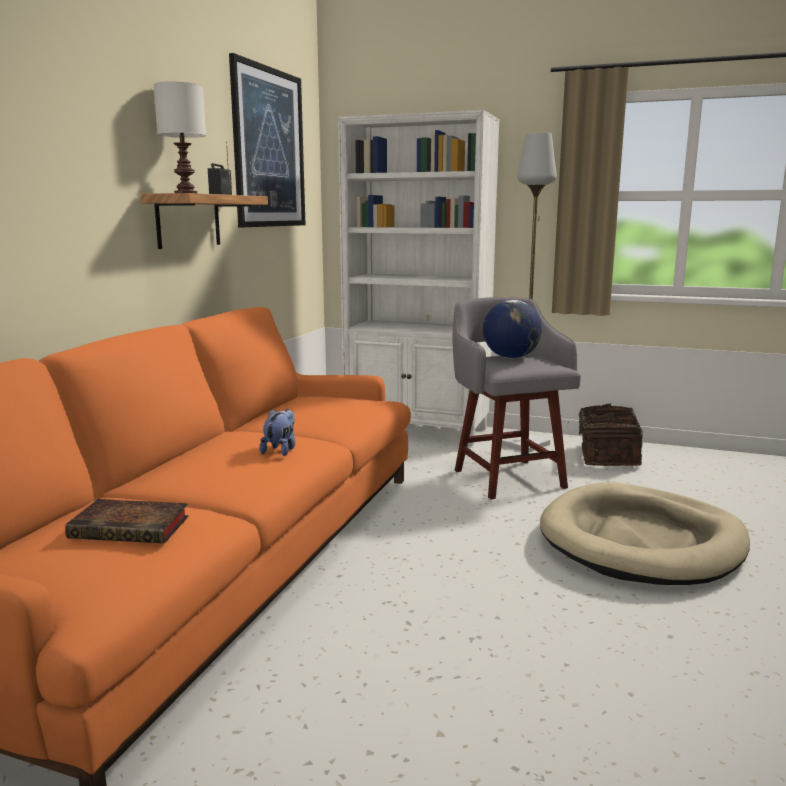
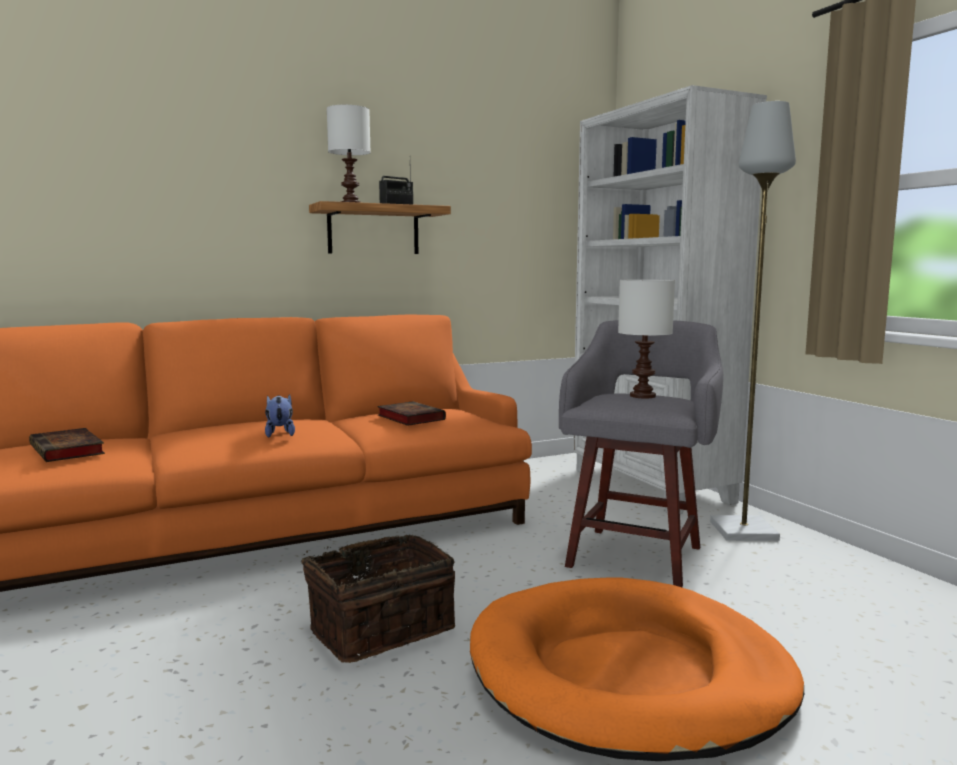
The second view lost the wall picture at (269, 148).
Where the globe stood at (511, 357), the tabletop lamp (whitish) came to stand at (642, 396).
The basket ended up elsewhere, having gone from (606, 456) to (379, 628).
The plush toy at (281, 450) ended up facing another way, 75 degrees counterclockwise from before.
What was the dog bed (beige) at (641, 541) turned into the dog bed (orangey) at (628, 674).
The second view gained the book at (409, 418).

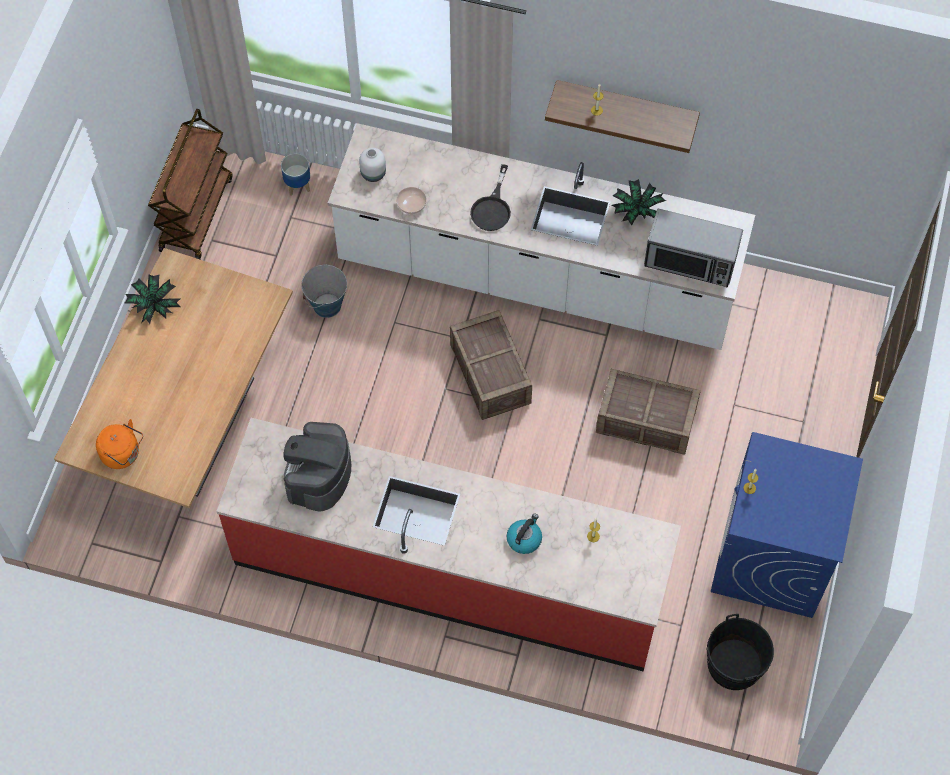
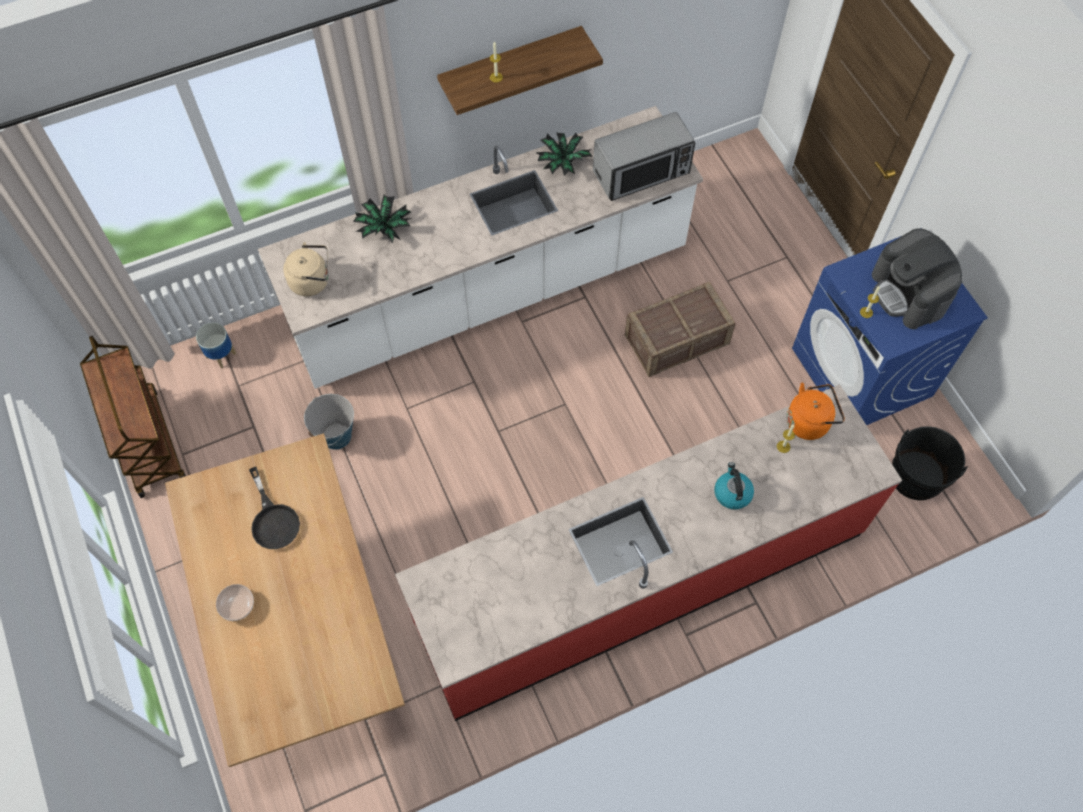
Where the vase (whitish) stood at (373, 174), the tea kettle (beige) came to stand at (312, 281).
The skillet (blackish) ended up elsewhere, having gone from (492, 208) to (273, 519).
The deep dish ended up elsewhere, having gone from (412, 204) to (237, 605).
The plant in a pot ended up elsewhere, having gone from (154, 305) to (384, 228).
The second view lost the crate at (491, 375).
The tea kettle (orangey) ended up elsewhere, having gone from (123, 454) to (810, 421).
The coffee brewer ended up elsewhere, having gone from (318, 475) to (909, 293).

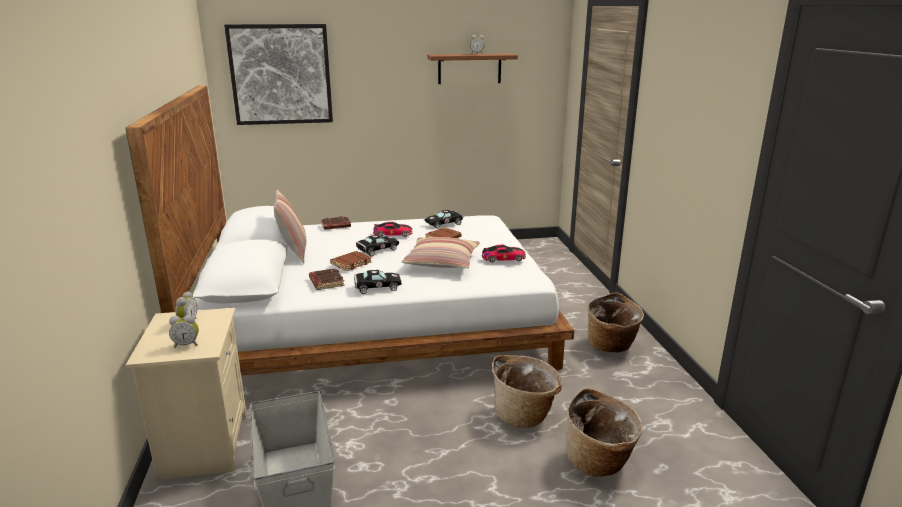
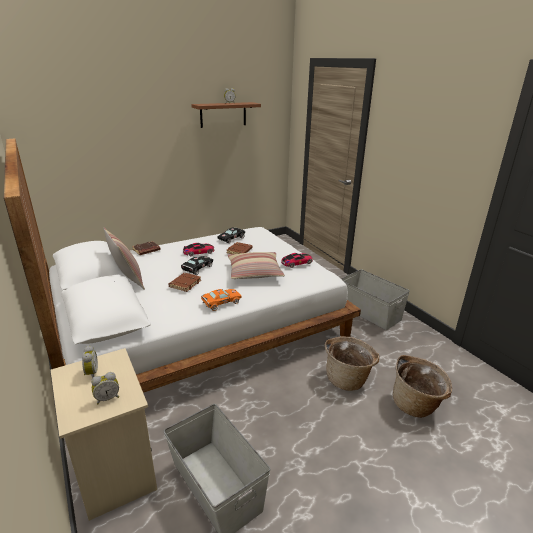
The second view lost the wall picture at (281, 74).
The second view lost the book (brownish) at (326, 282).
What was the toy car (blackish) at (375, 287) turned into the toy car (orangey) at (220, 303).
Where the basket stood at (611, 346), the storage bin (gray) came to stand at (369, 312).

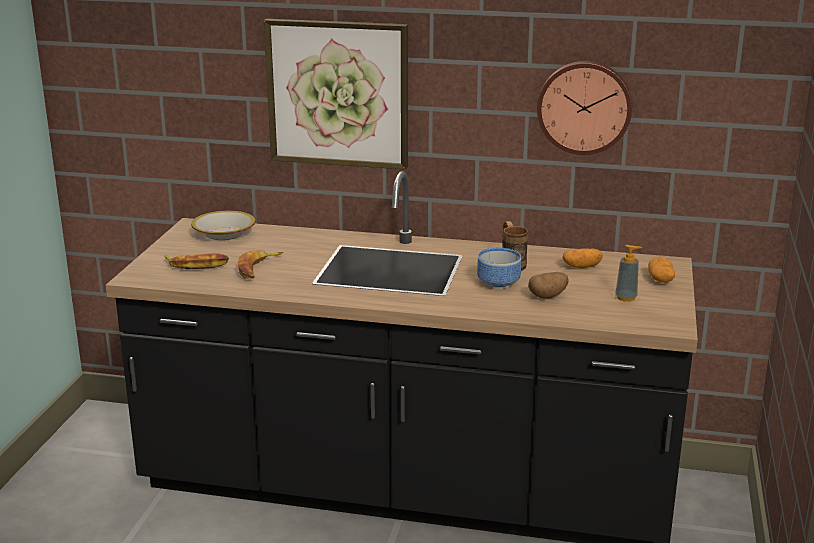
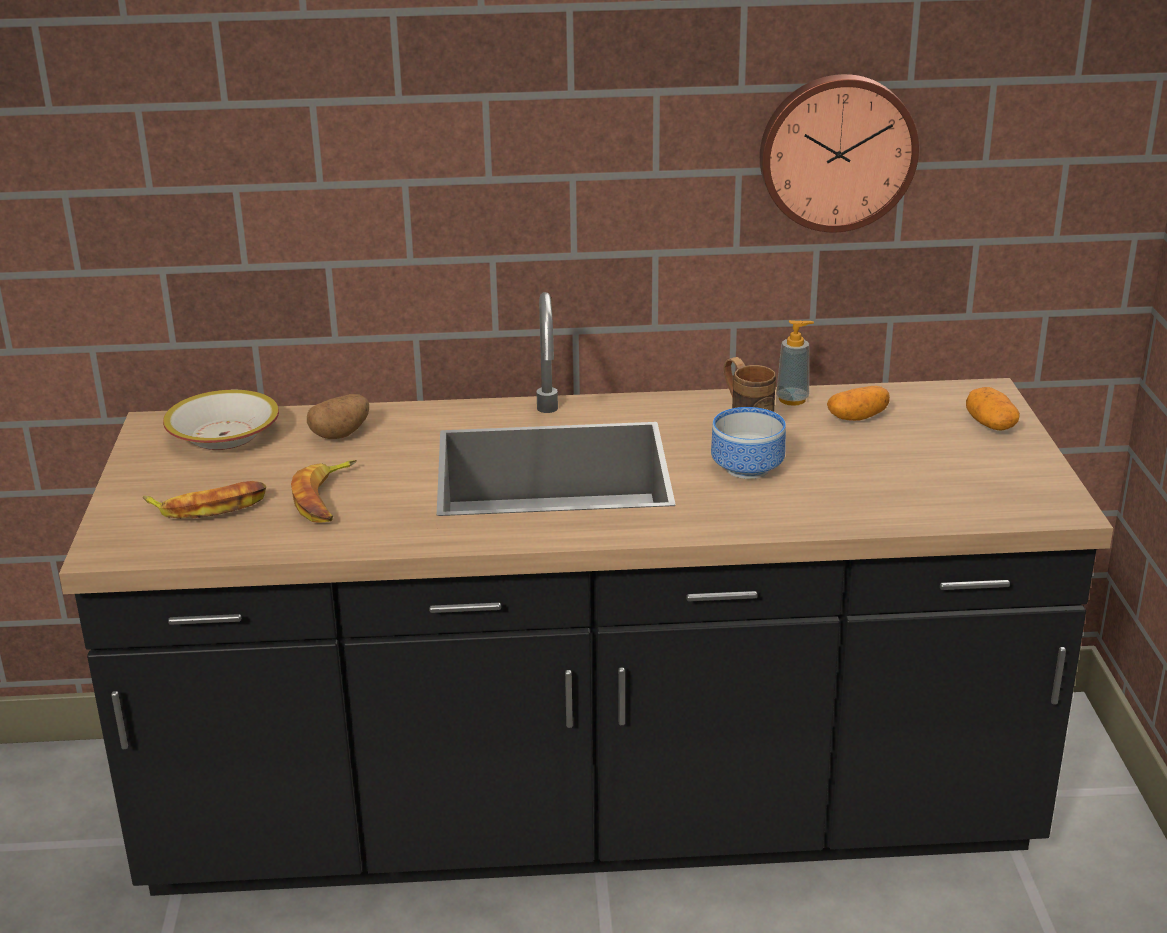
The second view lost the wall picture at (338, 93).
The soap dispenser ended up elsewhere, having gone from (626, 298) to (792, 399).
The potato ended up elsewhere, having gone from (548, 296) to (340, 434).

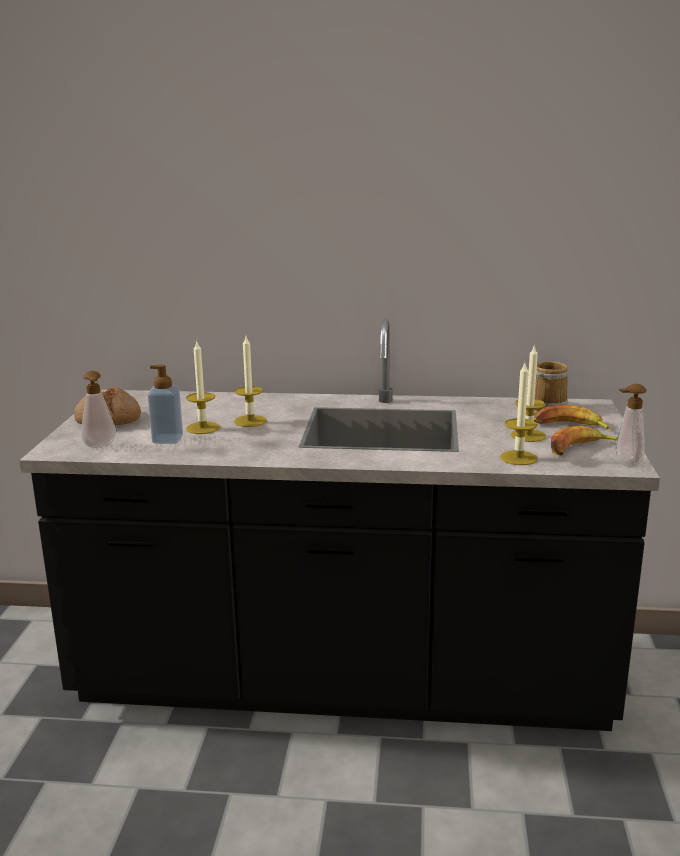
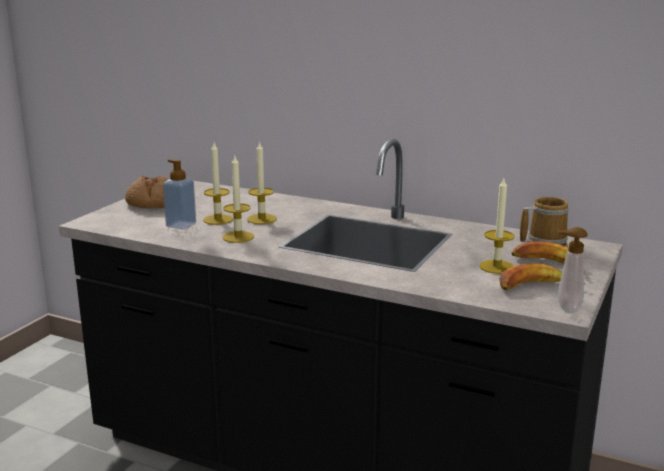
The wax candle ended up elsewhere, having gone from (518, 458) to (238, 237).
The second view lost the soap dispenser at (100, 446).

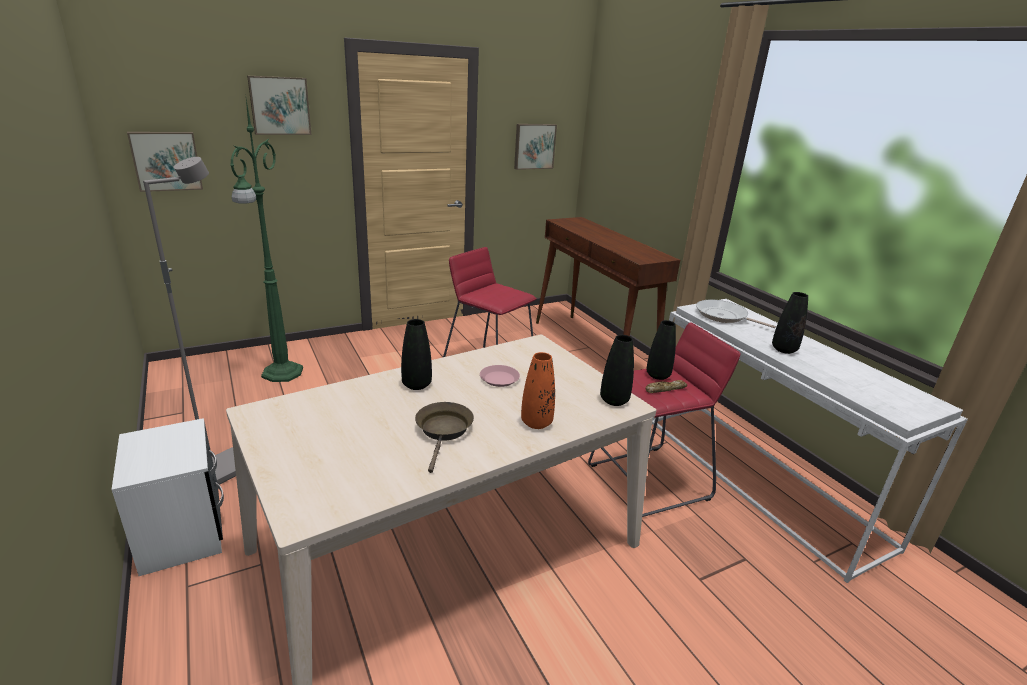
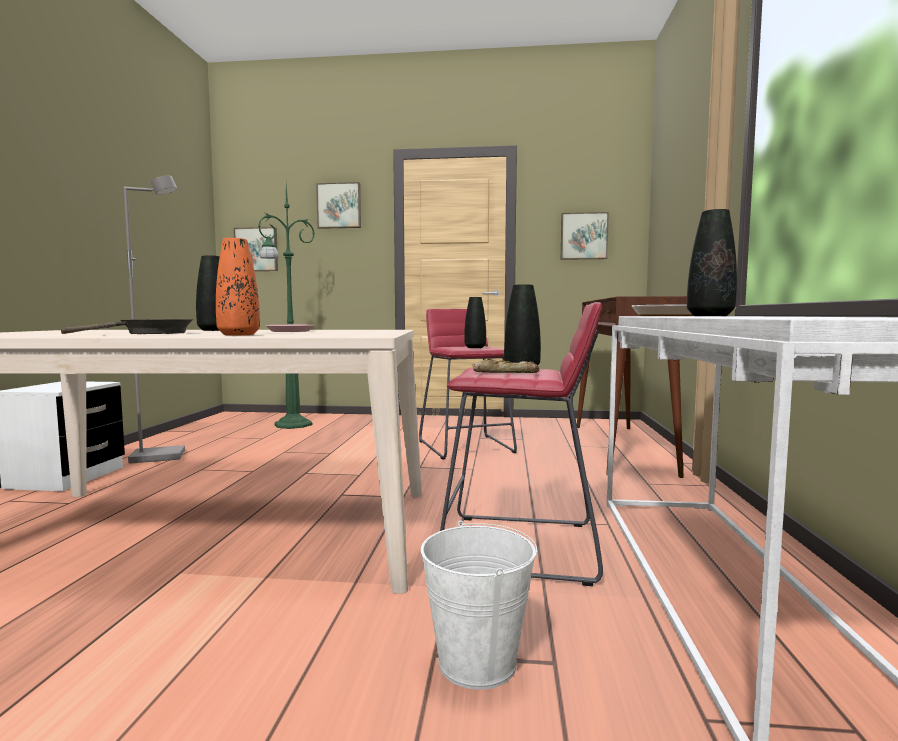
The vase (blackish) ended up elsewhere, having gone from (614, 400) to (475, 347).
The second view gained the pail (whitish) at (476, 663).

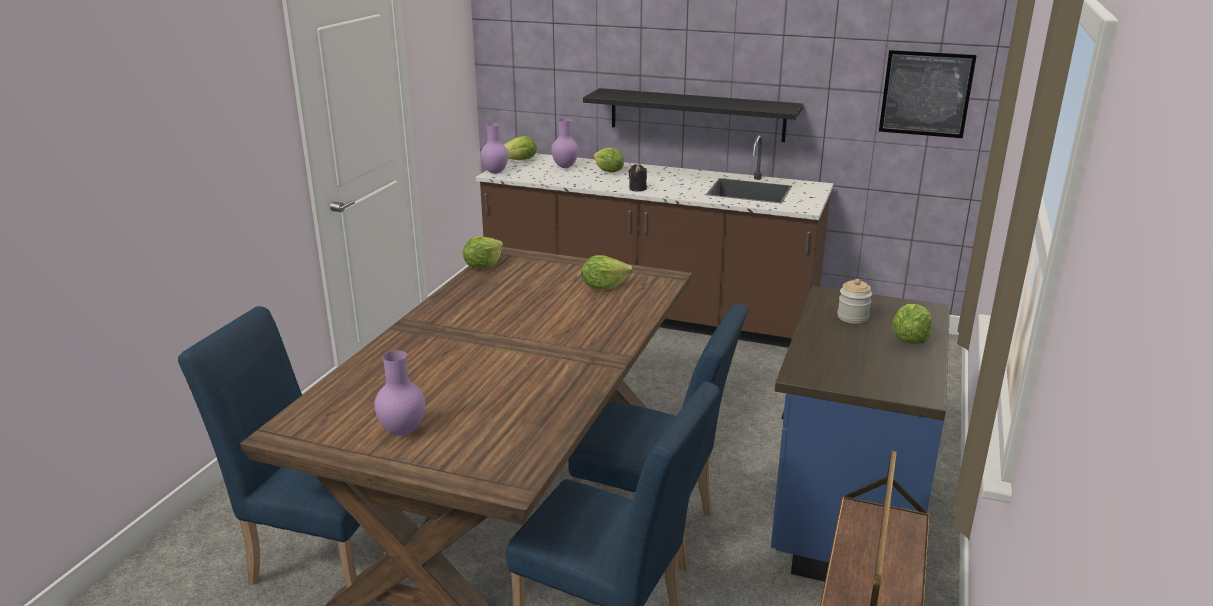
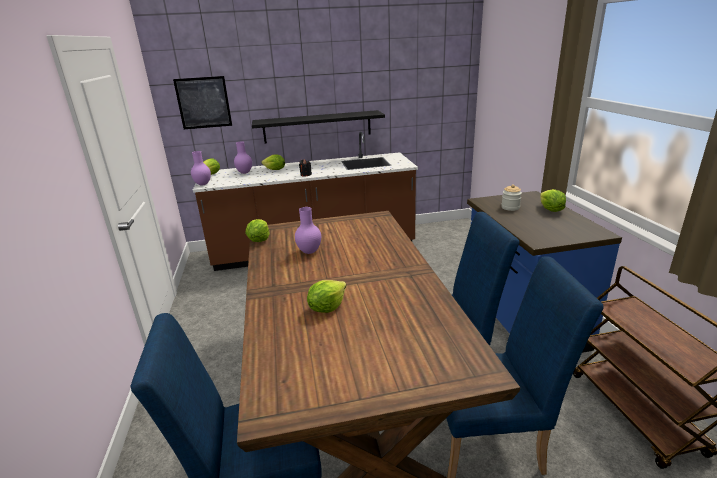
The wall picture ended up elsewhere, having gone from (926, 94) to (203, 103).
The lettuce head ended up elsewhere, having gone from (604, 287) to (327, 307).
The vase (purple-coloured) ended up elsewhere, having gone from (404, 431) to (310, 251).

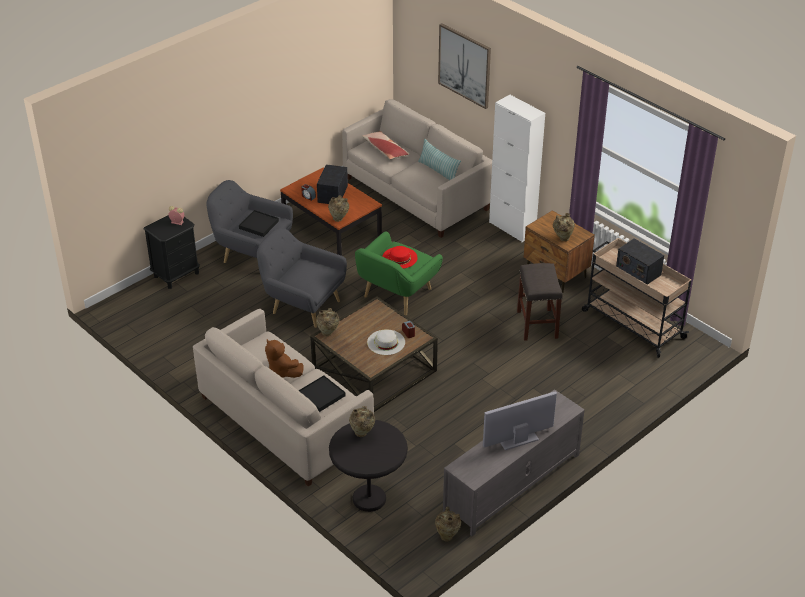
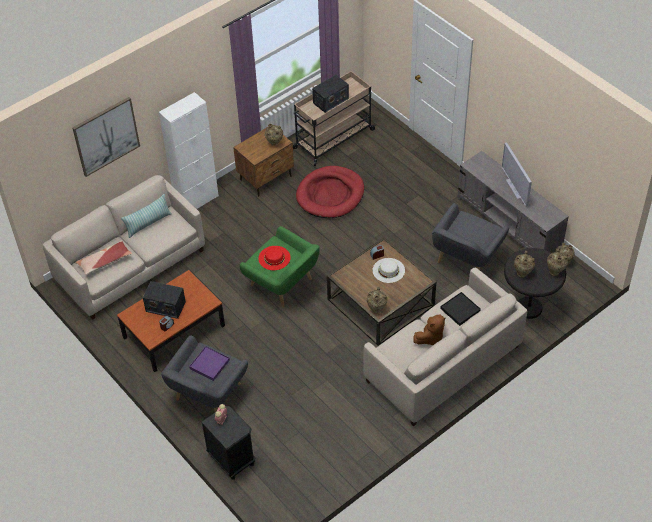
The vase (beige) ended up elsewhere, having gone from (339, 219) to (555, 271).
What was the tray (blackish) at (259, 225) turned into the tray (purple-coloured) at (209, 364).
The easy chair (gray) ended up elsewhere, having gone from (303, 305) to (465, 260).
Where the sitting stool (gray) stood at (537, 325), the dog bed (red) came to stand at (330, 195).

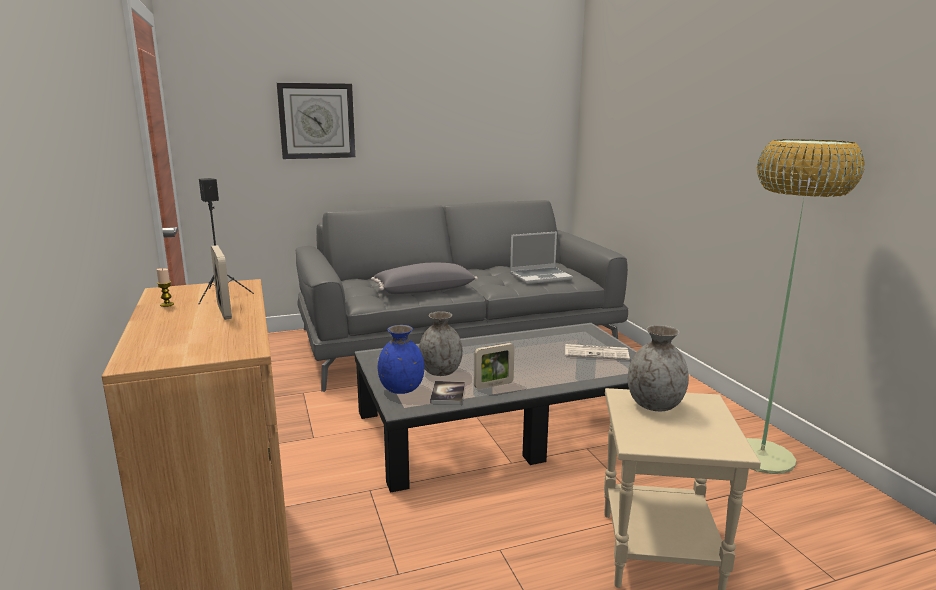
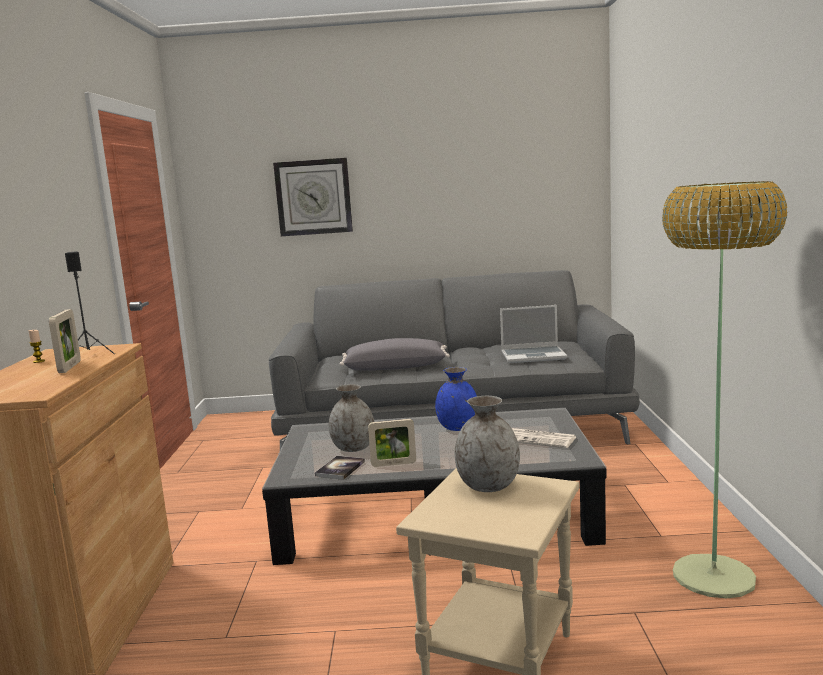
The vase (blue-coloured) ended up elsewhere, having gone from (401, 389) to (458, 427).

